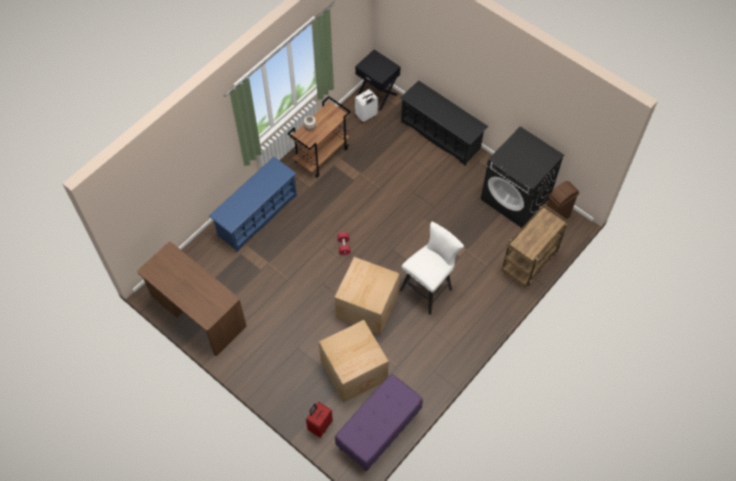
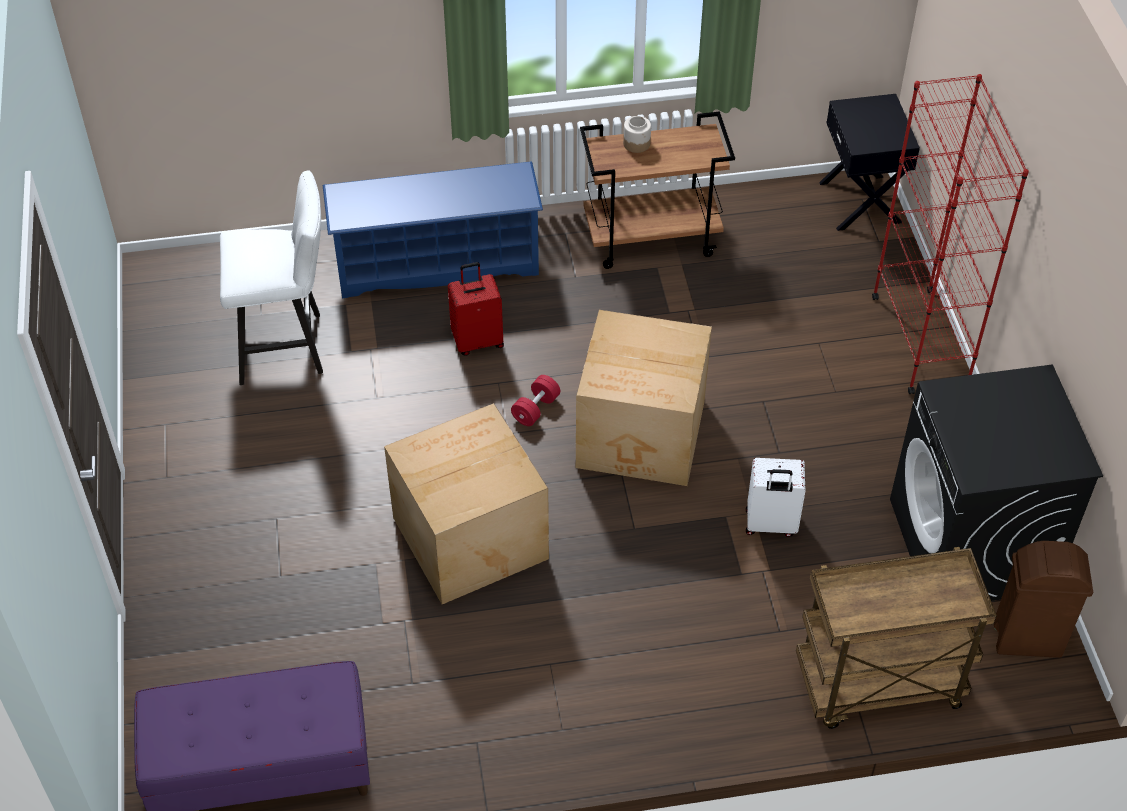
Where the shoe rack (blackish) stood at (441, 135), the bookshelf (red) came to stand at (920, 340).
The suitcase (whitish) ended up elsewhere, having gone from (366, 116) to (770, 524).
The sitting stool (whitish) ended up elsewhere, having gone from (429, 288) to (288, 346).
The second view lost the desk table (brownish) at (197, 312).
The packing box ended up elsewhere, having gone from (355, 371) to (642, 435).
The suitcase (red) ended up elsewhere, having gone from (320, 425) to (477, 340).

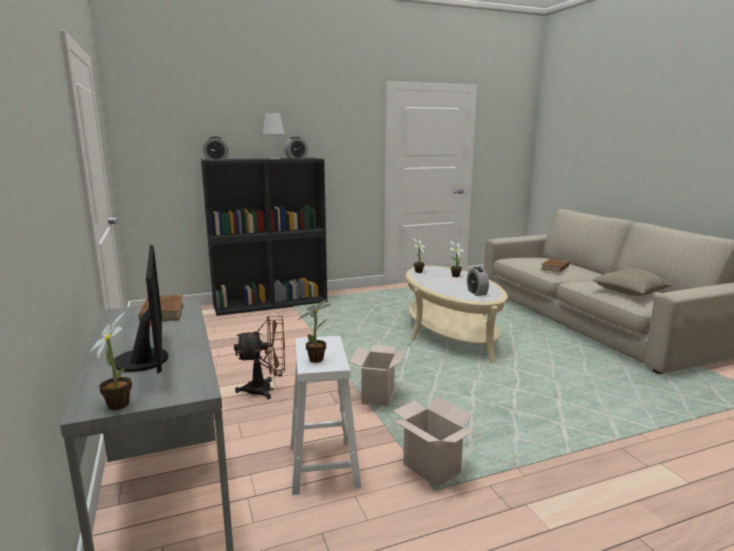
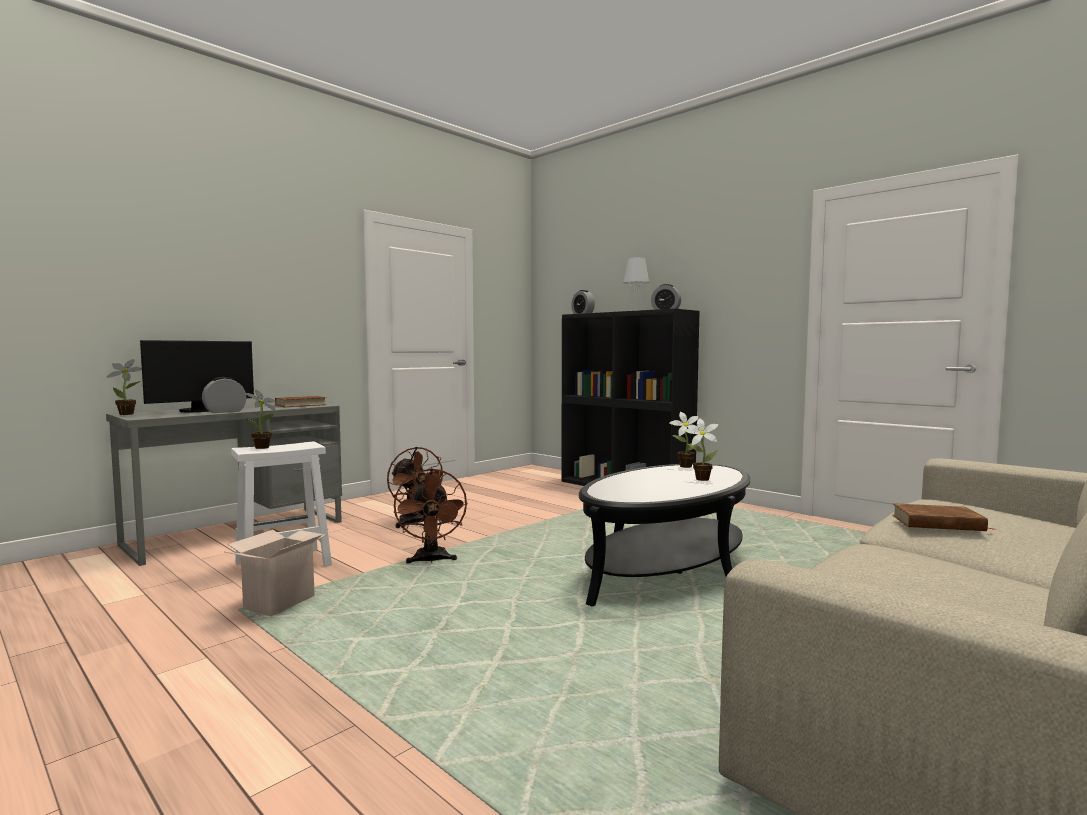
What was the low table (beige) at (450, 334) turned into the low table (blackish) at (667, 570).
The bedside clock ended up elsewhere, having gone from (476, 293) to (225, 412).
The second view lost the pillow (beige) at (630, 292).
Where the packing box stood at (377, 395), the fan (brownish) came to stand at (431, 561).

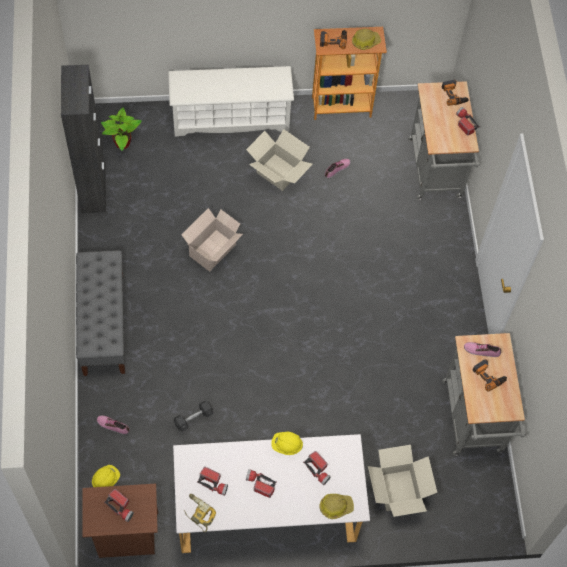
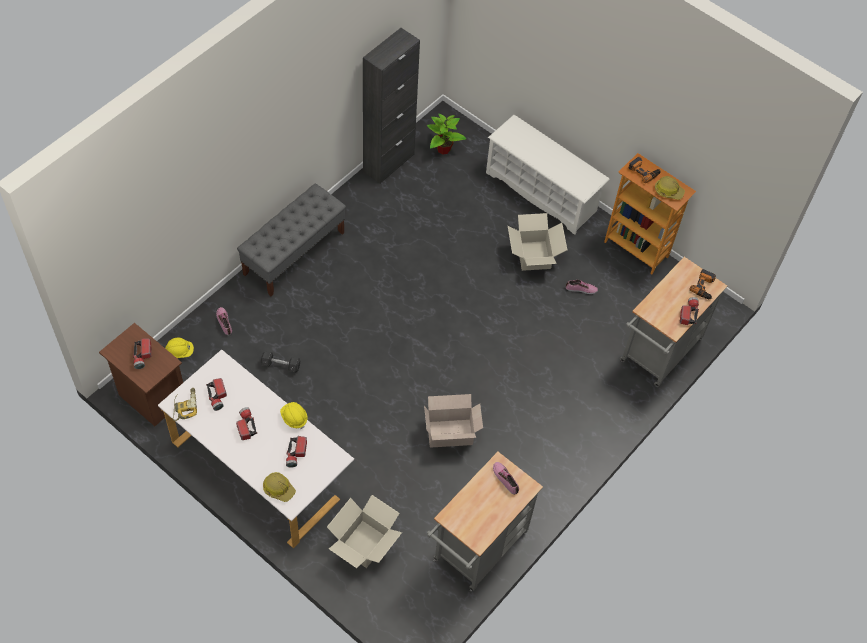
The packing box ended up elsewhere, having gone from (214, 249) to (451, 433).
The second view lost the drill at (489, 375).

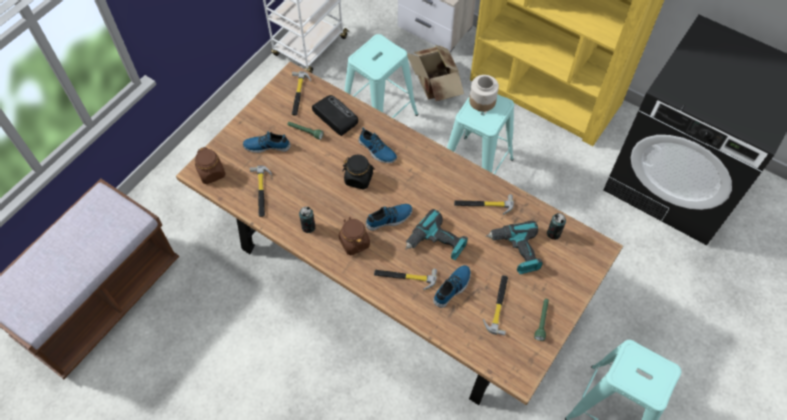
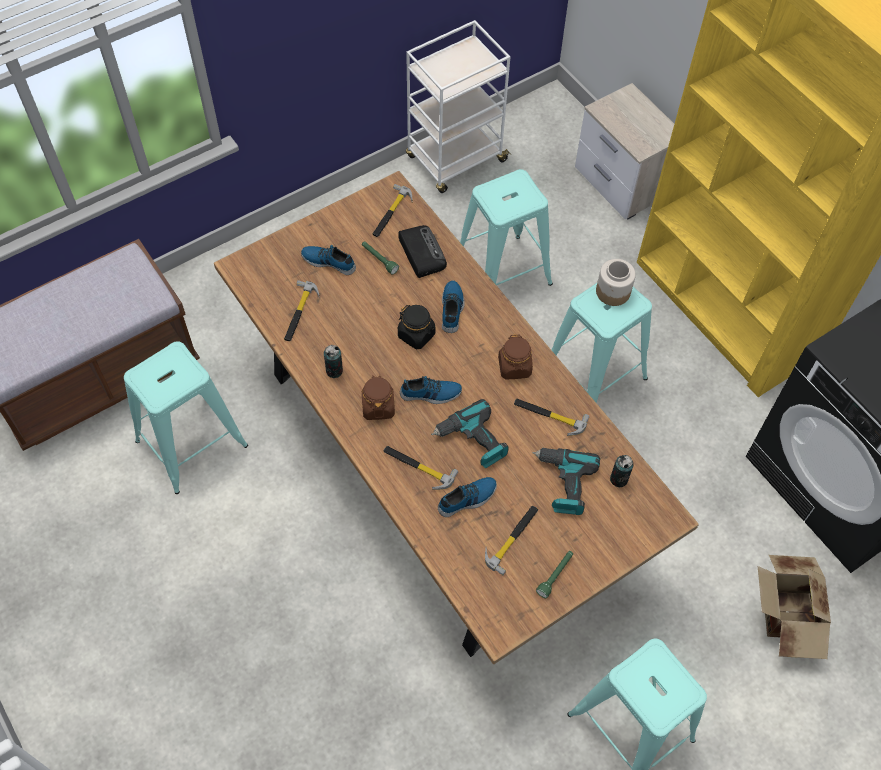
The packing box ended up elsewhere, having gone from (434, 87) to (782, 617).
The item of footwear at (377, 150) ended up facing another way, 150 degrees counterclockwise from before.
The storage jar (brownish) ended up elsewhere, having gone from (211, 173) to (514, 367).
The second view gained the sitting stool (blue-green) at (191, 443).

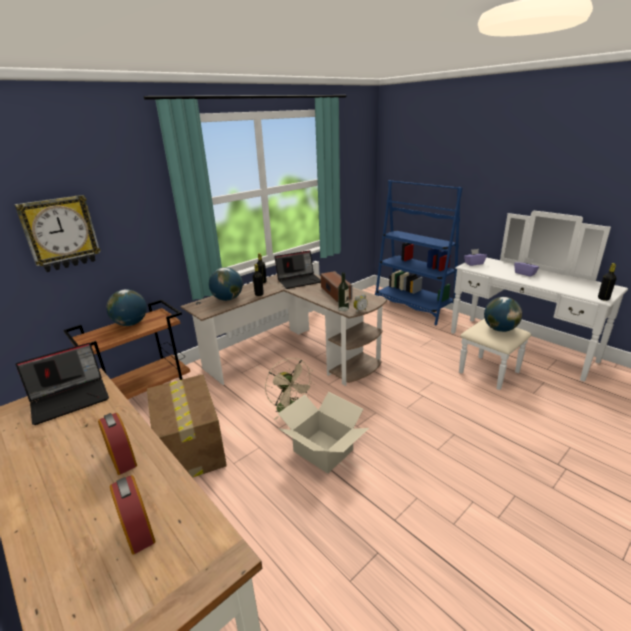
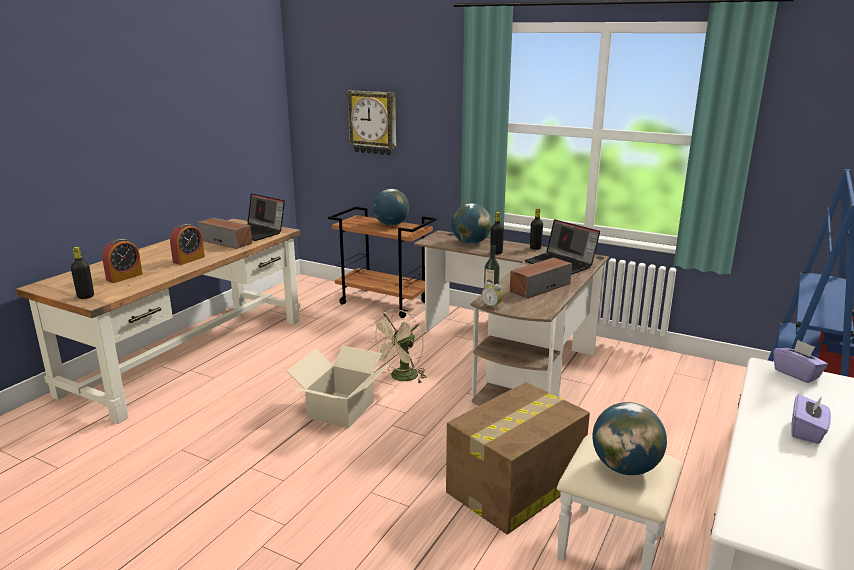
The beverage bottle (blackish) ended up elsewhere, having gone from (603, 298) to (85, 296).
The packing box ended up elsewhere, having gone from (190, 448) to (514, 487).
The second view gained the speaker at (226, 241).

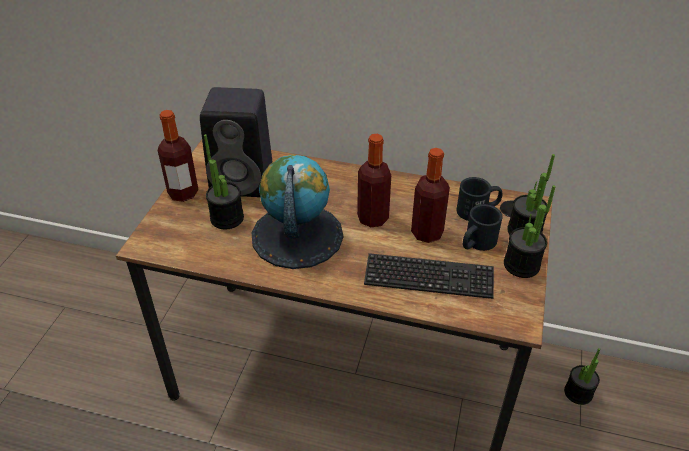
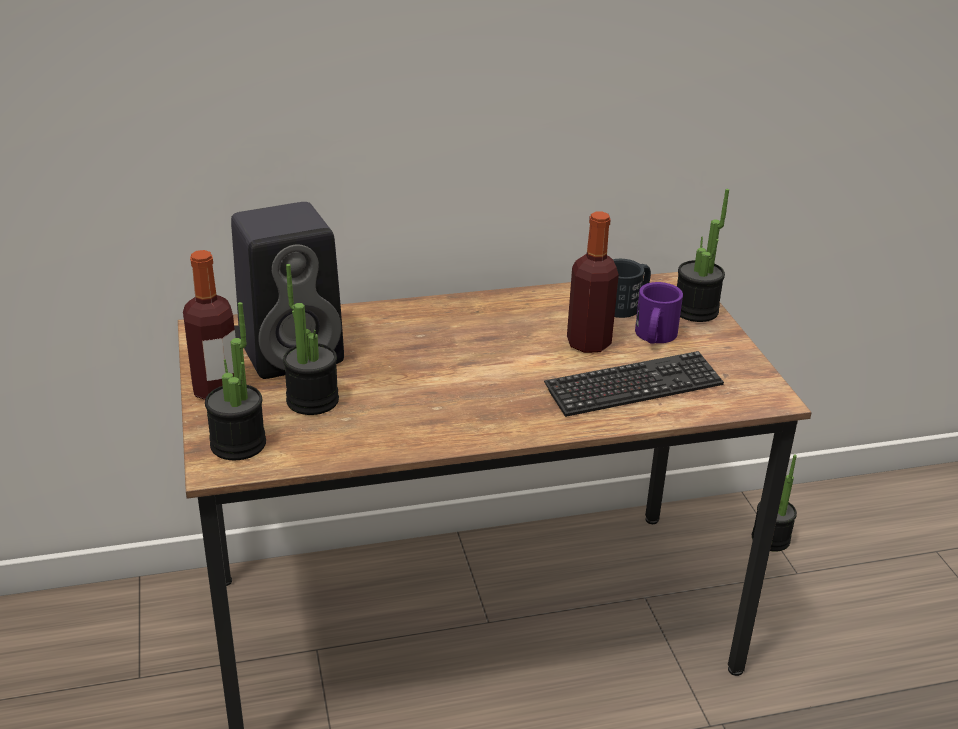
The second view lost the beverage bottle at (372, 218).
The second view lost the globe at (297, 235).
The plant in a pot ended up elsewhere, having gone from (521, 265) to (238, 444).
What was the mug (blackish) at (476, 243) turned into the mug (purple-coloured) at (654, 337).

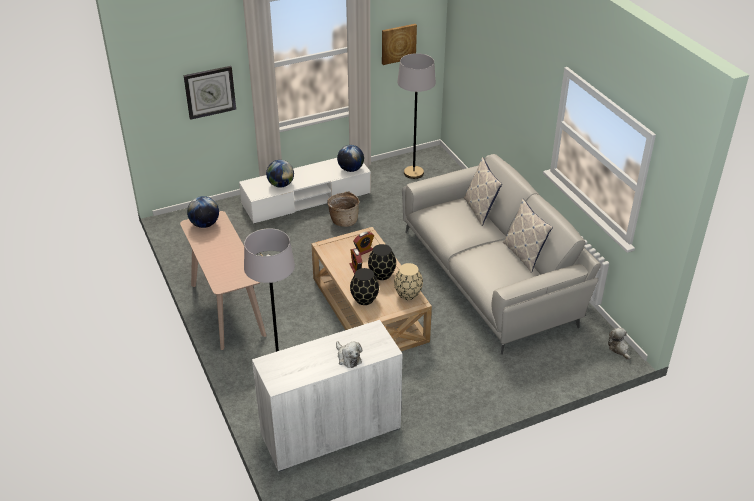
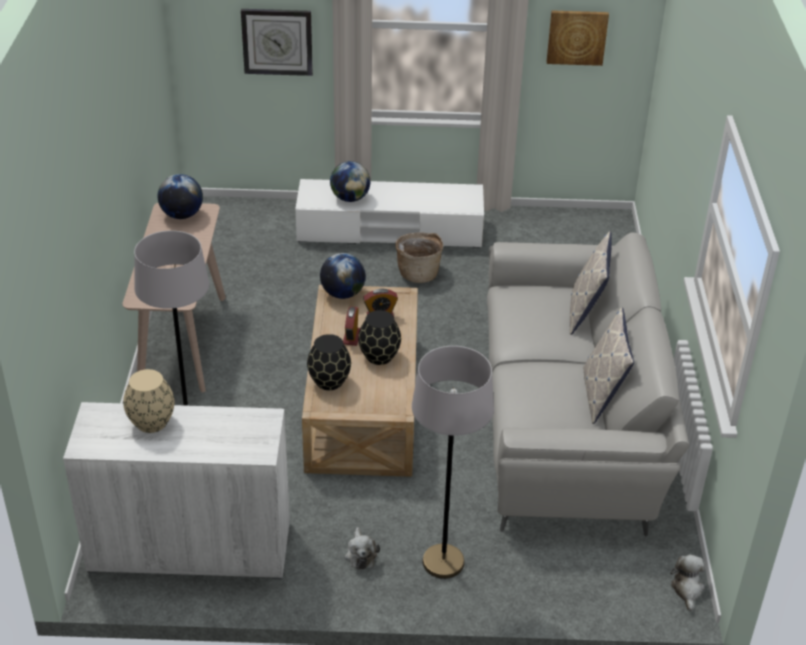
The standing lamp (gray) ended up elsewhere, having gone from (413, 173) to (443, 562).
The globe ended up elsewhere, having gone from (350, 169) to (342, 294).
The vase (beige) ended up elsewhere, having gone from (407, 294) to (151, 422).
The plush toy ended up elsewhere, having gone from (348, 358) to (360, 554).

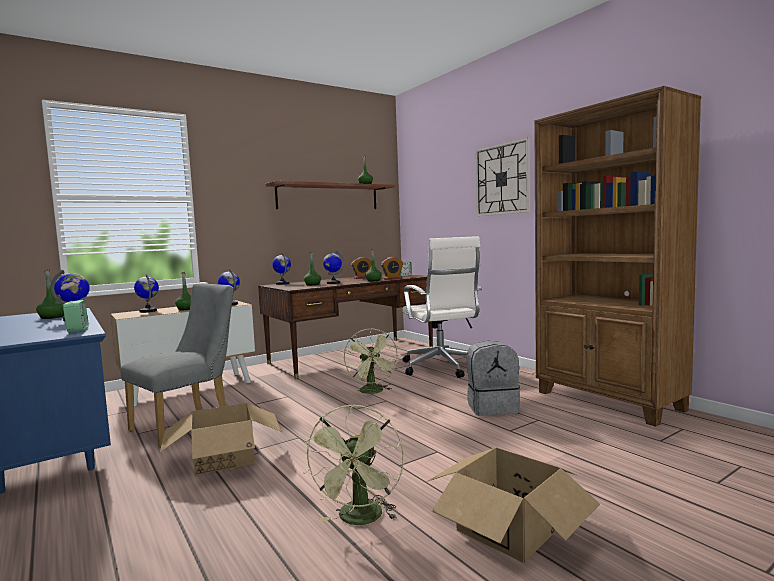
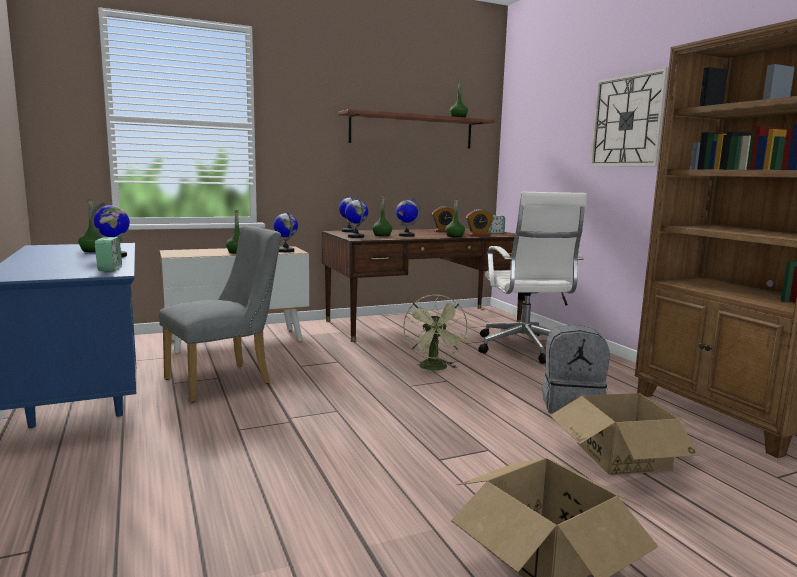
The globe ended up elsewhere, having gone from (148, 311) to (356, 237).
The packing box ended up elsewhere, having gone from (224, 458) to (623, 456).
The second view lost the fan (greenish) at (360, 520).

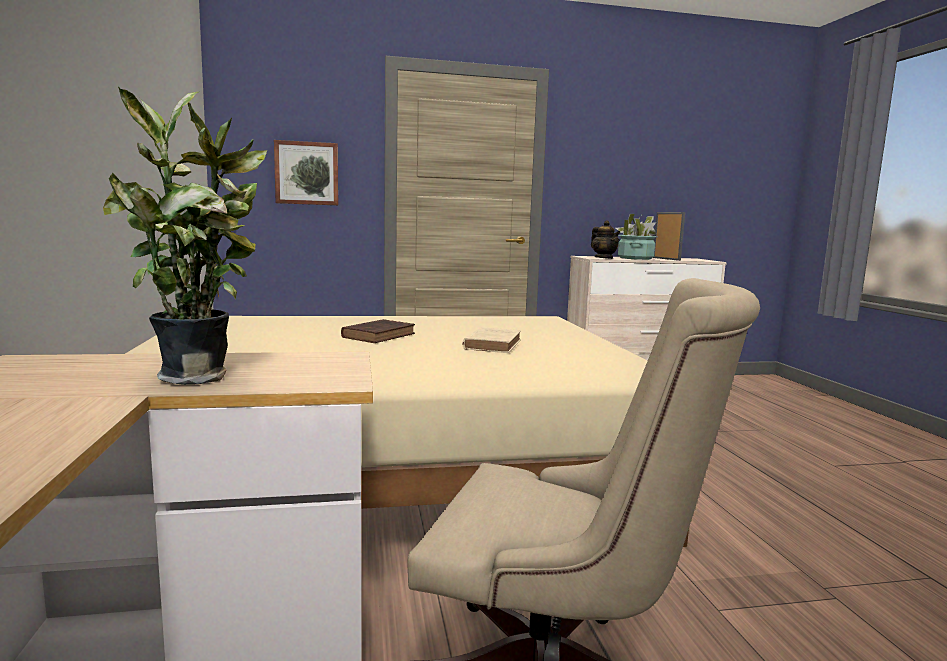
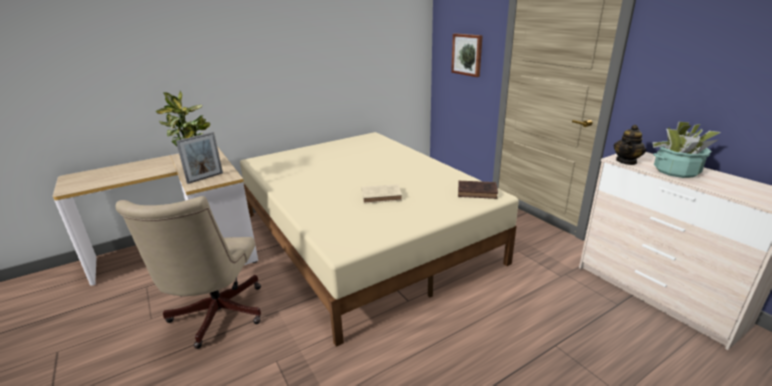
The picture frame ended up elsewhere, having gone from (666, 259) to (205, 178).
The book (brownish) ended up elsewhere, having gone from (380, 335) to (478, 192).

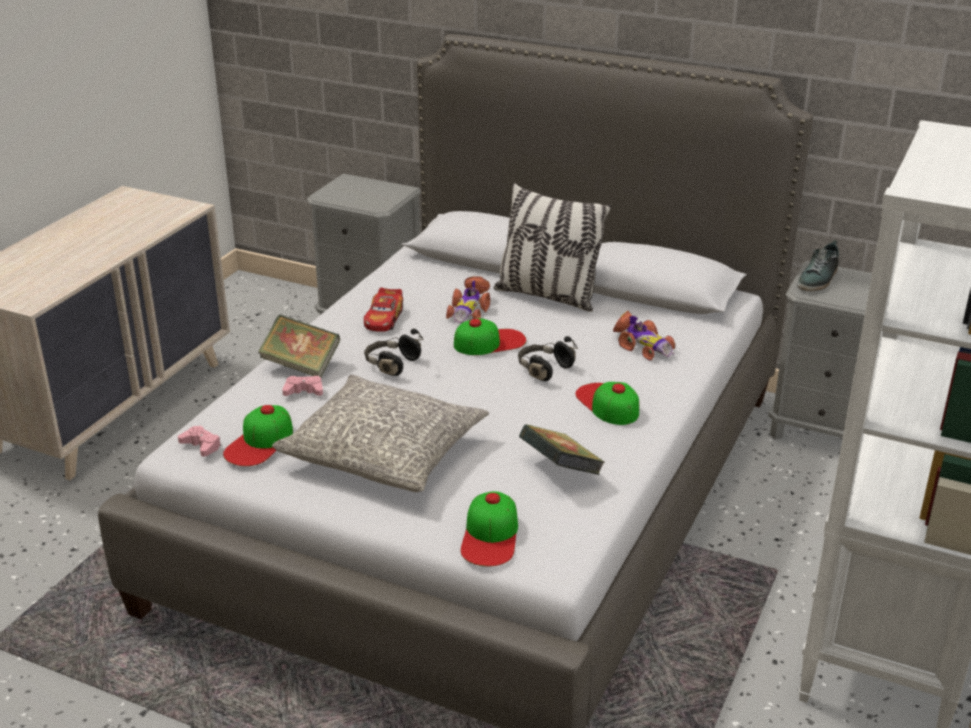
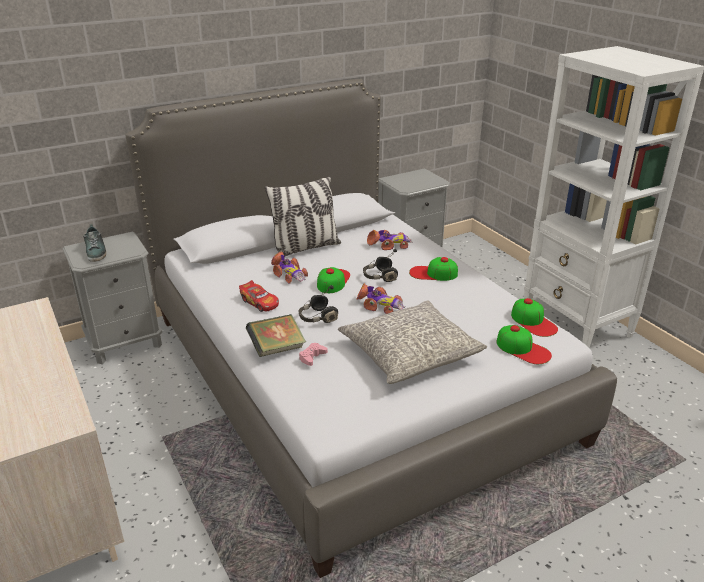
The item of footwear ended up elsewhere, having gone from (818, 279) to (96, 252).
The baseball cap ended up elsewhere, having gone from (260, 442) to (533, 322).
The second view lost the book at (560, 470).
The second view lost the game controller (pink) at (201, 445).
The second view gained the toy car at (379, 305).

